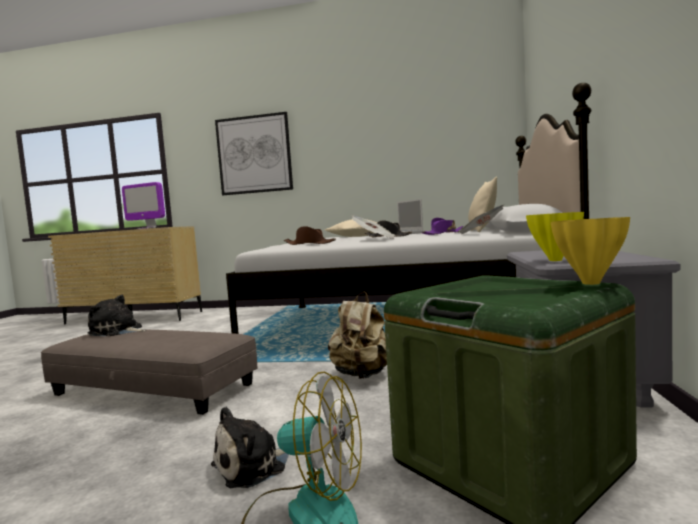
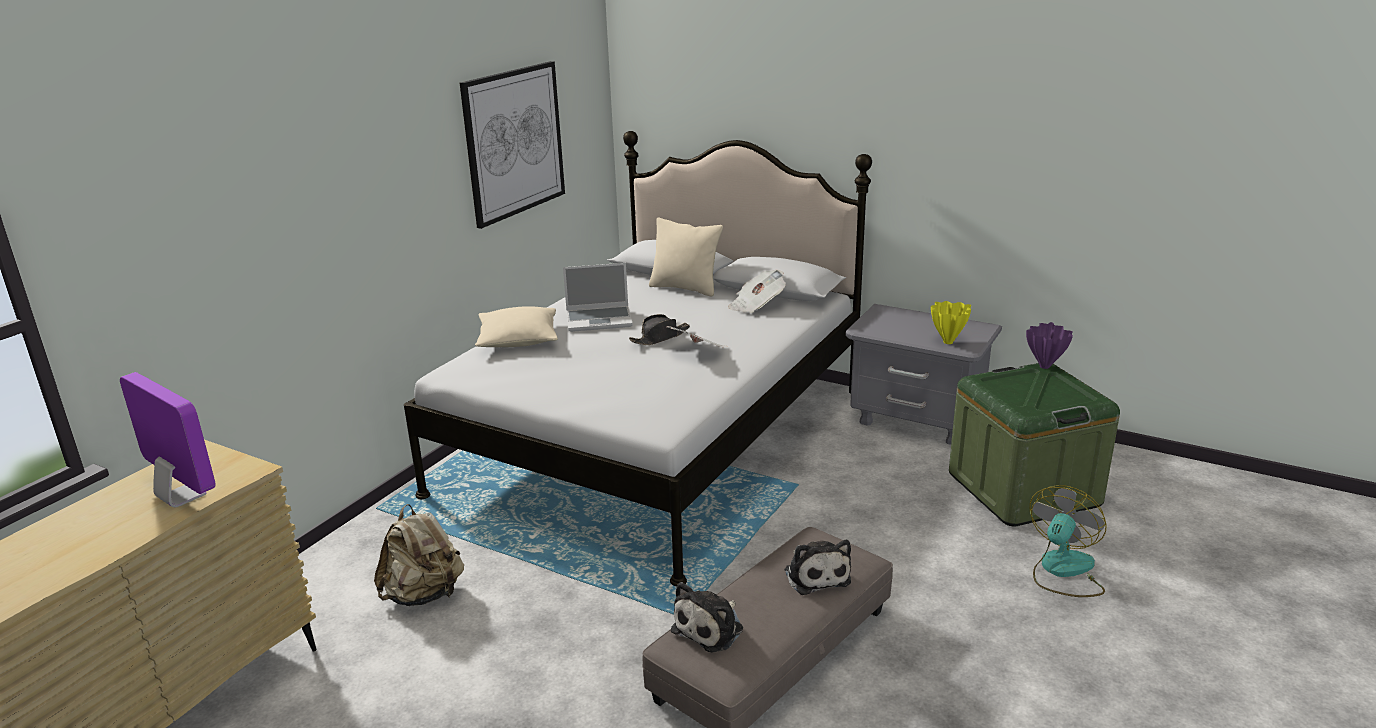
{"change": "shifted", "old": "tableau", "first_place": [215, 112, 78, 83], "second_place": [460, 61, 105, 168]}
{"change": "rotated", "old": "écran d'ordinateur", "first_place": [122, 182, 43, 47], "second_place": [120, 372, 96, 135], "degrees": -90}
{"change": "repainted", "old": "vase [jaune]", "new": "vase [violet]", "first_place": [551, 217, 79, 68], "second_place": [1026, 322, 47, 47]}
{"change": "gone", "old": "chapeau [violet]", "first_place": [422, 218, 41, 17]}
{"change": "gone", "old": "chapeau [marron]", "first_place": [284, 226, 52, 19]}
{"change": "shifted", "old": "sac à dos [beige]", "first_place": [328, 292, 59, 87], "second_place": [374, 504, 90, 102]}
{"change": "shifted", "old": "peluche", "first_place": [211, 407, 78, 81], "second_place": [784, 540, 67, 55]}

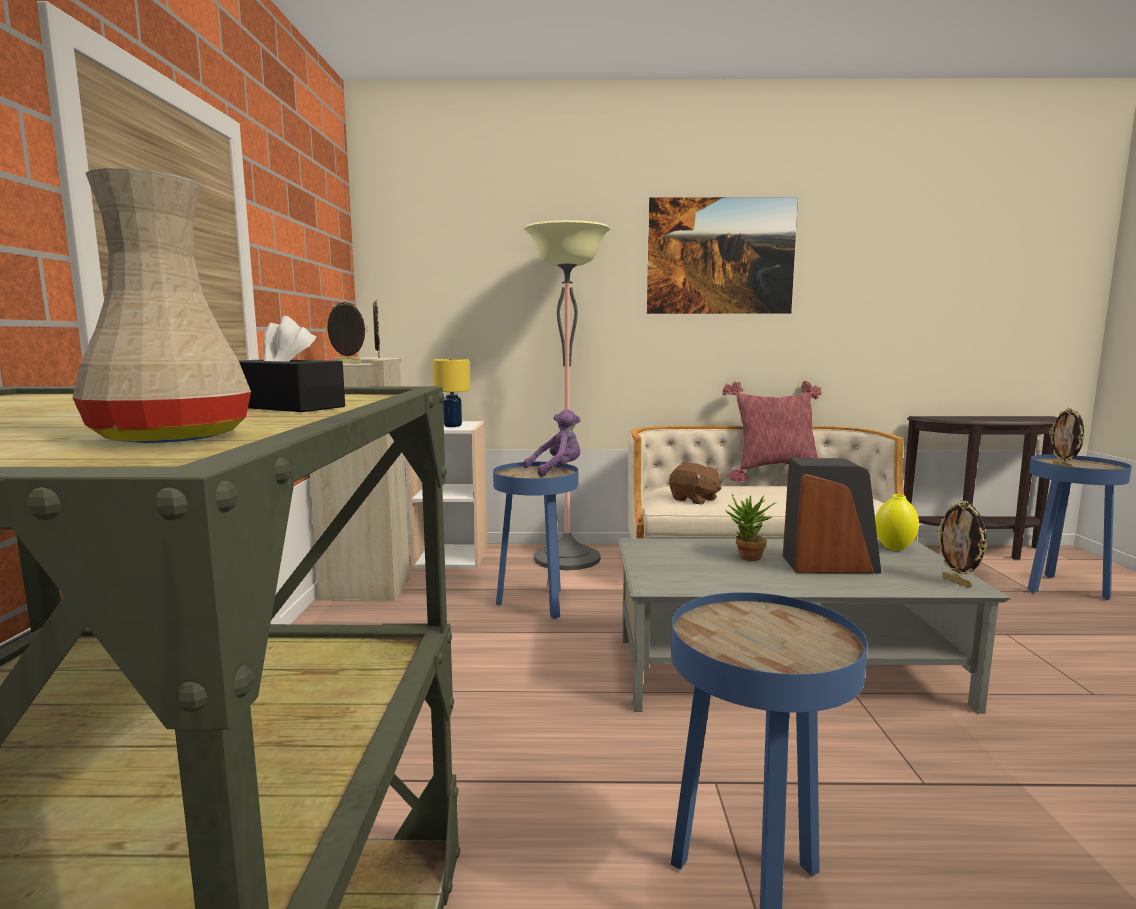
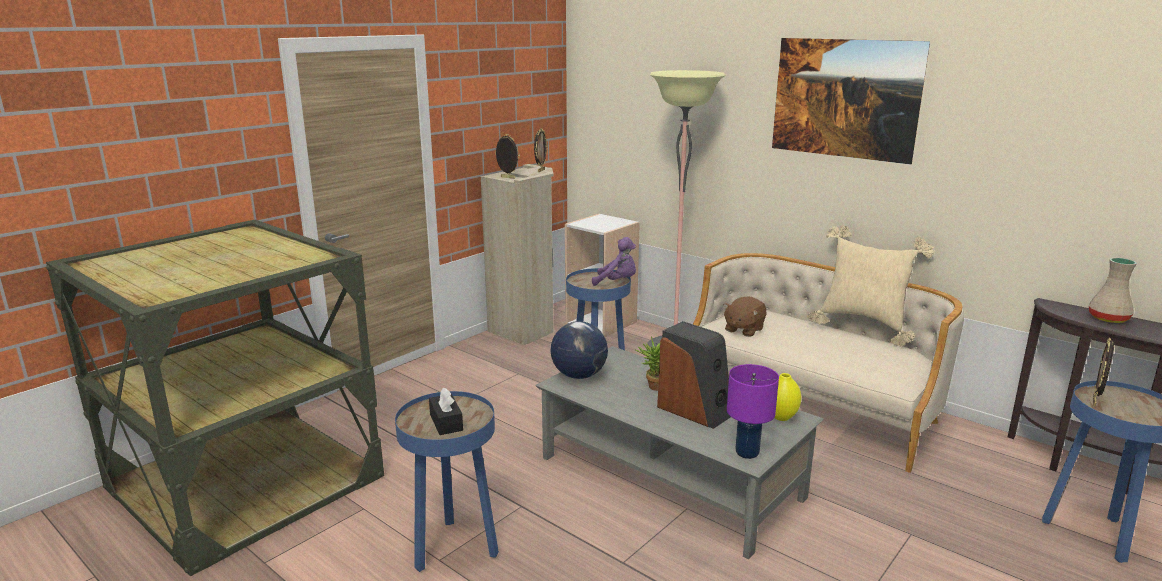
{"change": "shifted", "old": "vase [beige]", "first_place": [72, 168, 179, 275], "second_place": [1089, 258, 48, 65]}
{"change": "shifted", "old": "boîte à mouchoirs [noir]", "first_place": [238, 316, 107, 96], "second_place": [429, 388, 34, 47]}
{"change": "gone", "old": "lampe de table [jaune]", "first_place": [433, 358, 37, 69]}
{"change": "repainted", "old": "coussin [rouge]", "new": "coussin [beige]", "first_place": [722, 380, 100, 102], "second_place": [807, 225, 128, 123]}
{"change": "rotated", "old": "peluche [marron]", "first_place": [669, 463, 52, 42], "second_place": [723, 297, 43, 40], "degrees": 45}
{"change": "swapped", "old": "cadre photo", "new": "lampe de table [violet]", "first_place": [936, 500, 51, 88], "second_place": [727, 364, 52, 95]}
{"change": "new", "new": "globe", "second_place": [551, 321, 57, 58]}

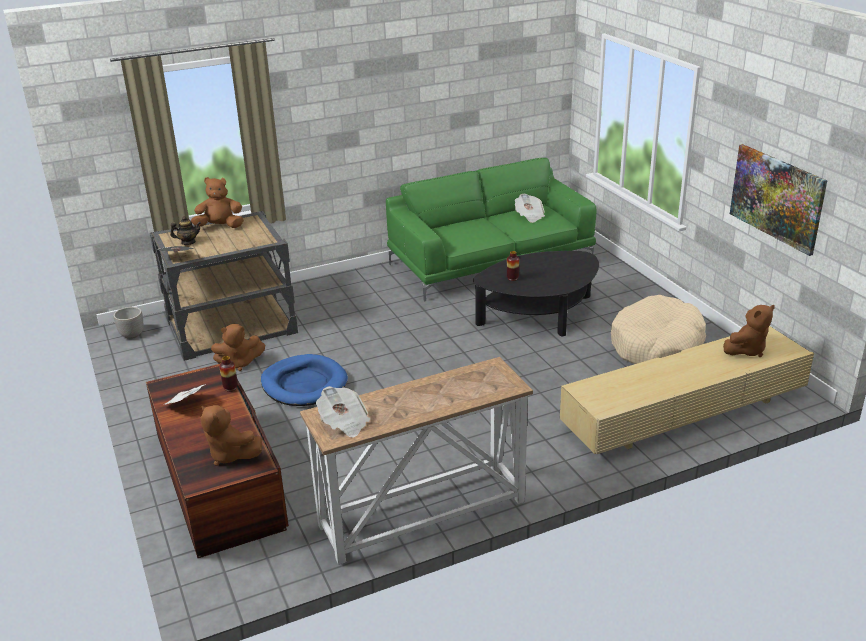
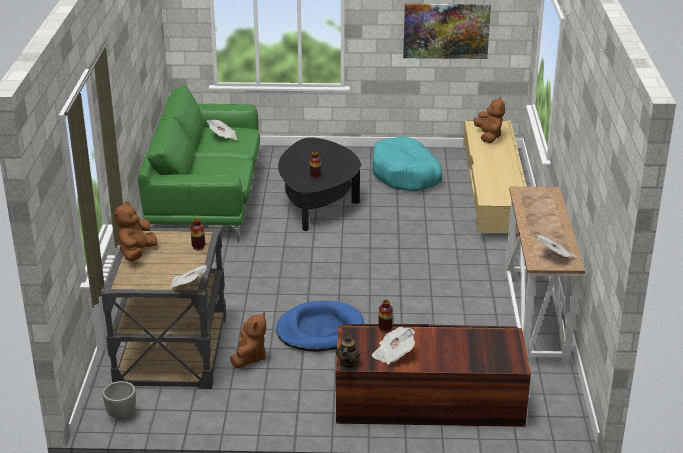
{"change": "shifted", "old": "théière", "first_place": [170, 216, 31, 29], "second_place": [336, 334, 24, 34]}
{"change": "repainted", "old": "panier pour chien [beige]", "new": "panier pour chien [turquoise]", "first_place": [611, 295, 95, 69], "second_place": [373, 136, 69, 55]}
{"change": "gone", "old": "peluche [marron]", "first_place": [201, 405, 61, 61]}
{"change": "new", "new": "vase", "second_place": [190, 218, 15, 32]}

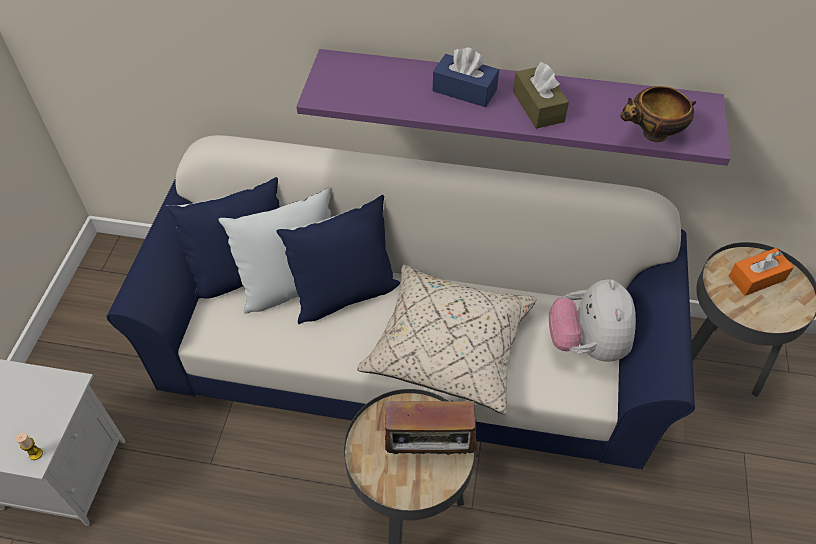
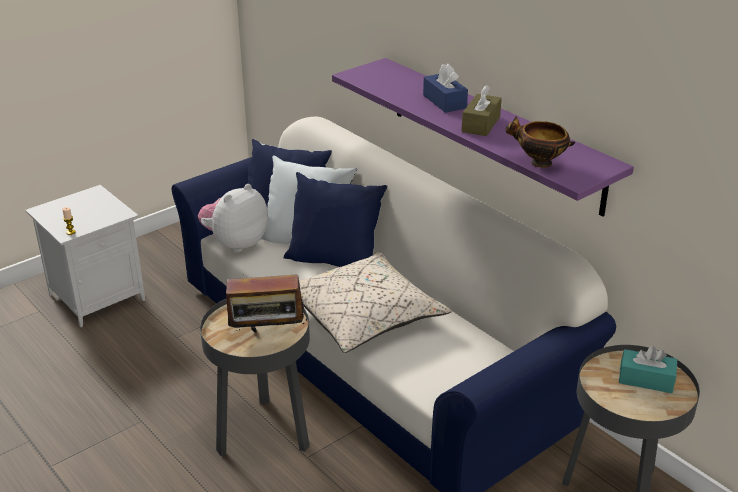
{"change": "repainted", "old": "boîte à mouchoirs [orange]", "new": "boîte à mouchoirs [turquoise]", "first_place": [728, 248, 66, 48], "second_place": [619, 346, 58, 47]}
{"change": "shifted", "old": "peluche", "first_place": [549, 279, 87, 83], "second_place": [198, 184, 70, 69]}
{"change": "rotated", "old": "radio", "first_place": [385, 401, 96, 65], "second_place": [226, 265, 81, 67], "degrees": -45}

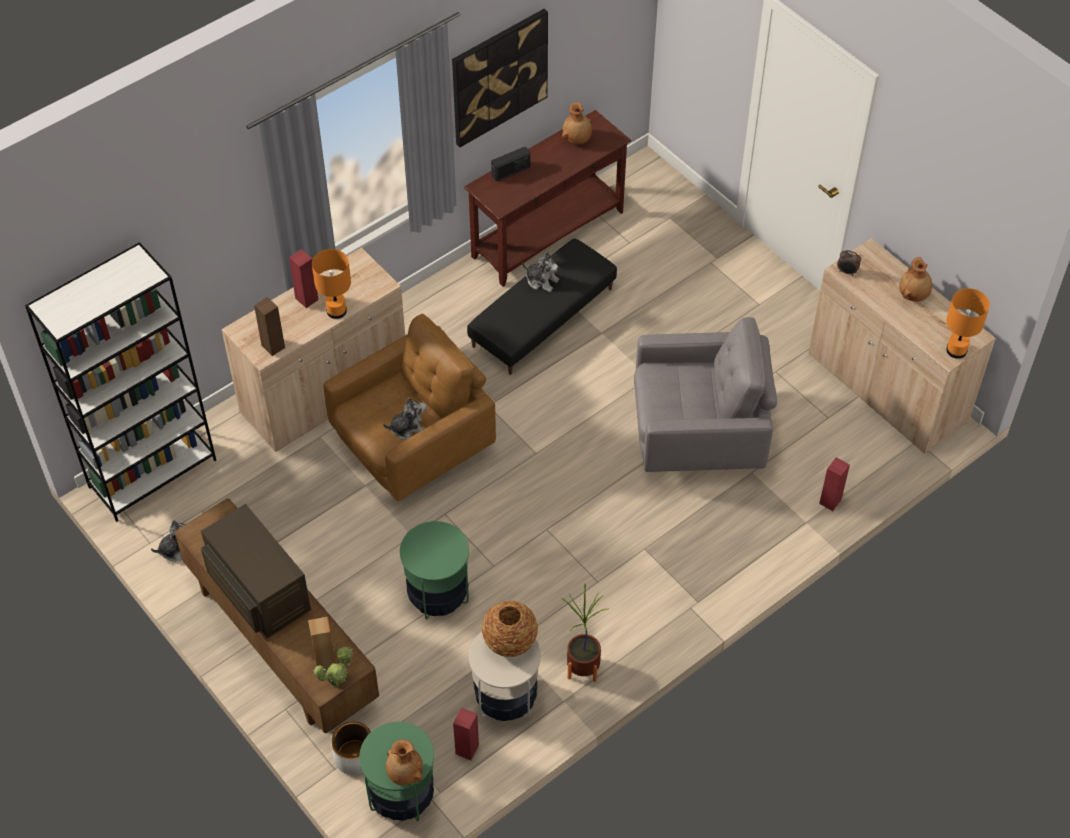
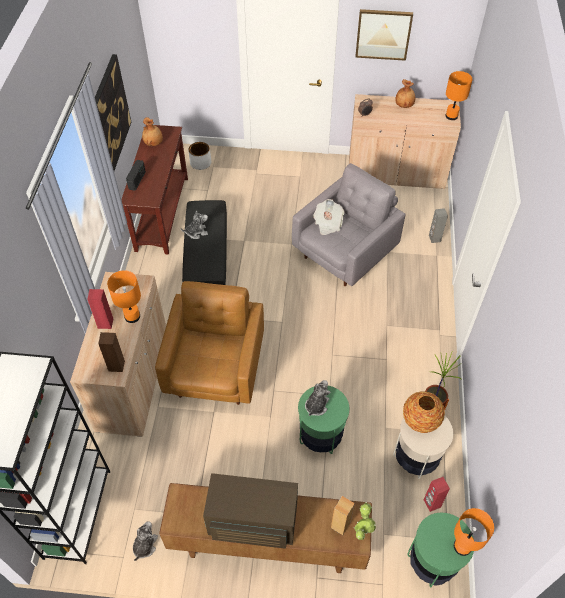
{"change": "shifted", "old": "peluche", "first_place": [383, 397, 44, 43], "second_place": [305, 380, 26, 36]}
{"change": "repainted", "old": "enceinte [rouge]", "new": "enceinte [gris]", "first_place": [819, 457, 31, 54], "second_place": [429, 208, 19, 35]}
{"change": "shifted", "old": "cache-pot [blanc]", "first_place": [331, 721, 40, 54], "second_place": [188, 142, 23, 28]}
{"change": "swapped", "old": "vase [marron]", "new": "lampe de table [orange]", "first_place": [386, 739, 37, 46], "second_place": [454, 508, 40, 48]}
{"change": "new", "new": "tableau", "second_place": [355, 9, 58, 52]}
{"change": "new", "new": "journal", "second_place": [313, 199, 31, 36]}

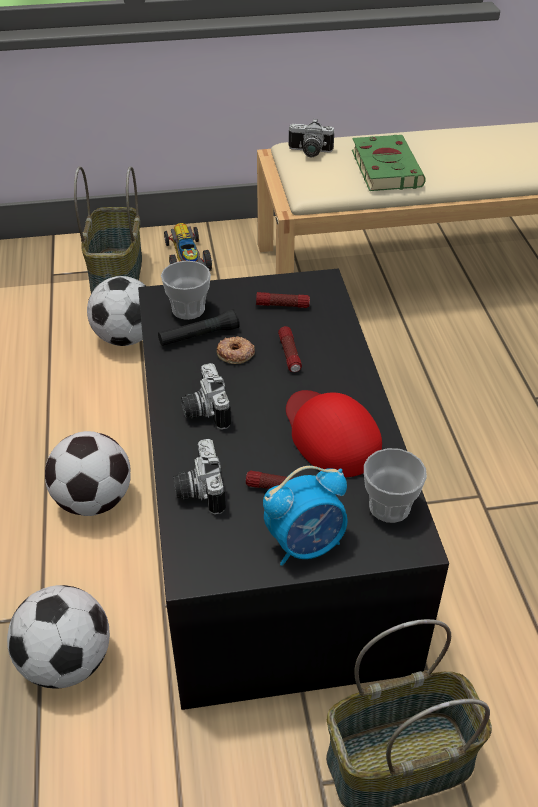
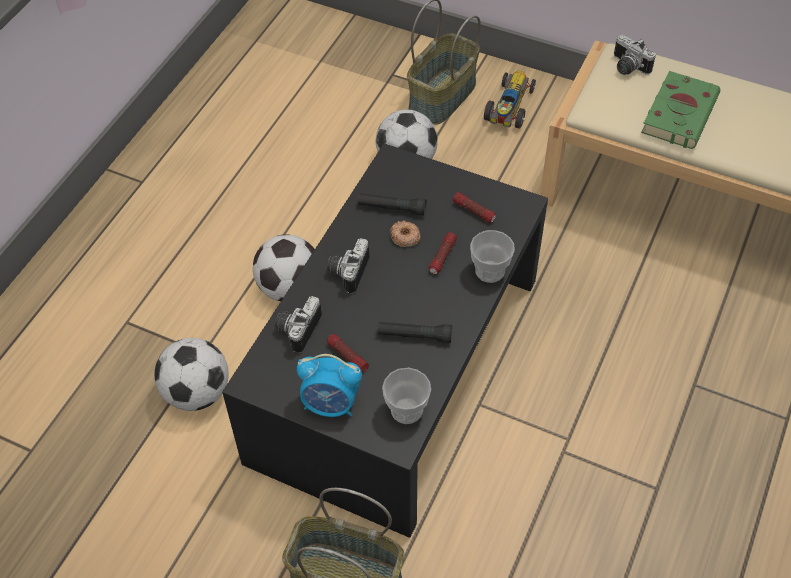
{"change": "shifted", "old": "tasse", "first_place": [161, 261, 50, 59], "second_place": [470, 230, 45, 53]}
{"change": "swapped", "old": "casquette [rouge]", "new": "lampe de poche [noir]", "first_place": [286, 390, 96, 87], "second_place": [378, 322, 74, 21]}

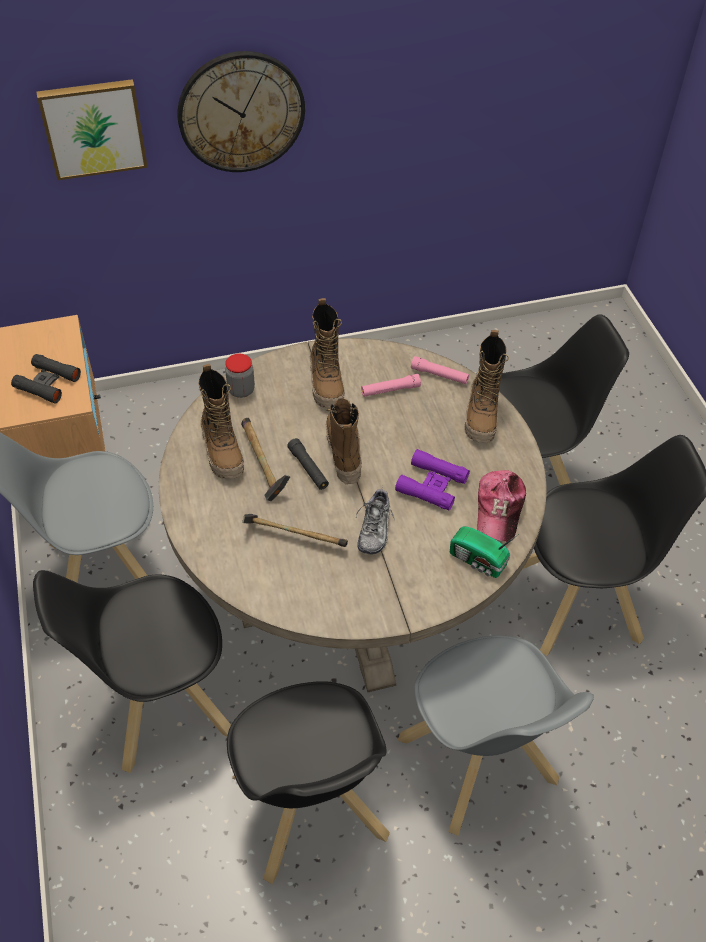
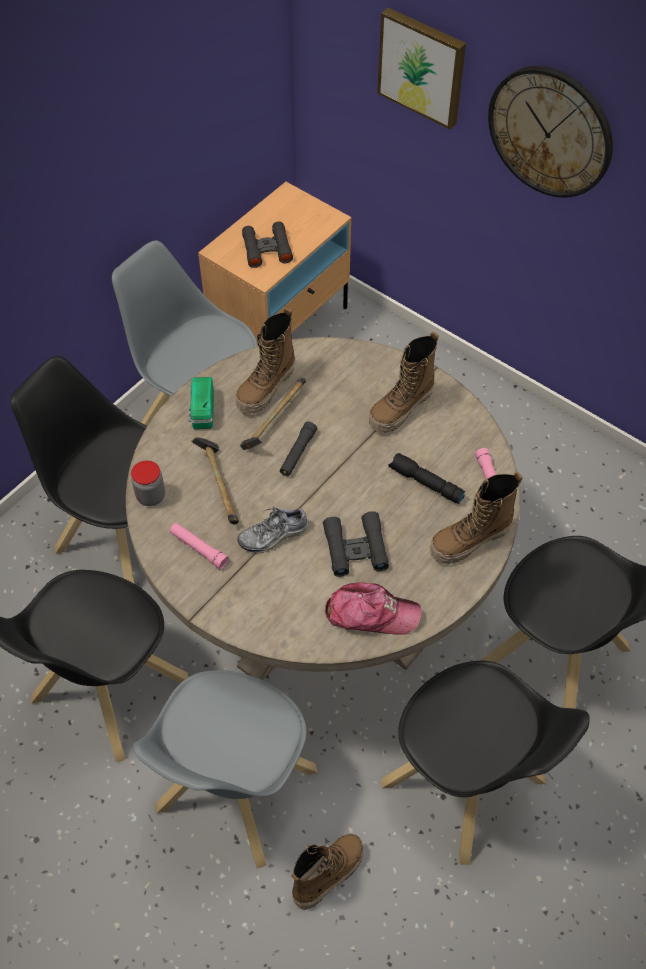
{"change": "shifted", "old": "bocal", "first_place": [225, 354, 30, 44], "second_place": [131, 460, 34, 46]}
{"change": "shifted", "old": "lampe de poche [rose]", "first_place": [361, 374, 60, 23], "second_place": [170, 523, 59, 46]}
{"change": "shifted", "old": "botte", "first_place": [326, 398, 36, 86], "second_place": [291, 834, 72, 76]}
{"change": "repainted", "old": "jumelles [violet]", "new": "jumelles [noir]", "first_place": [395, 449, 75, 61], "second_place": [323, 511, 66, 66]}
{"change": "rotated", "old": "casquette", "first_place": [477, 470, 49, 72], "second_place": [325, 582, 97, 53], "degrees": -150}
{"change": "shifted", "old": "radio", "first_place": [450, 527, 69, 51], "second_place": [188, 377, 26, 52]}
{"change": "new", "new": "lampe de poche [noir]", "second_place": [388, 453, 77, 51]}

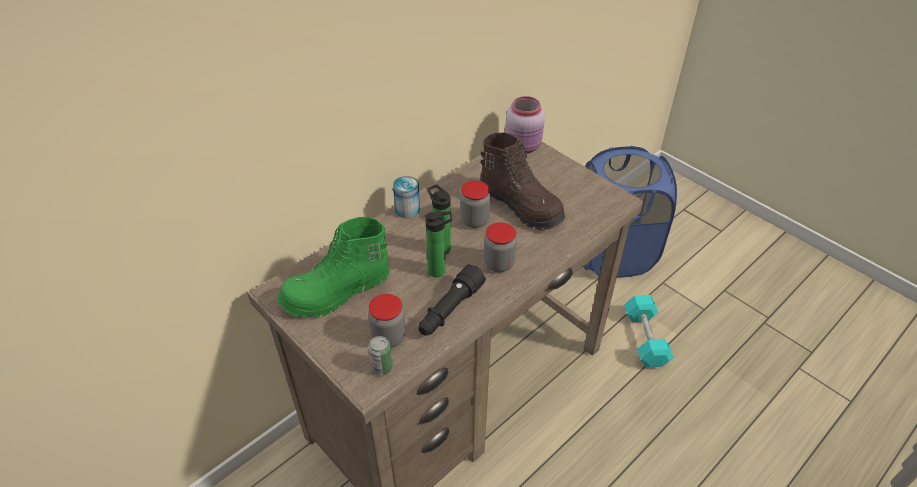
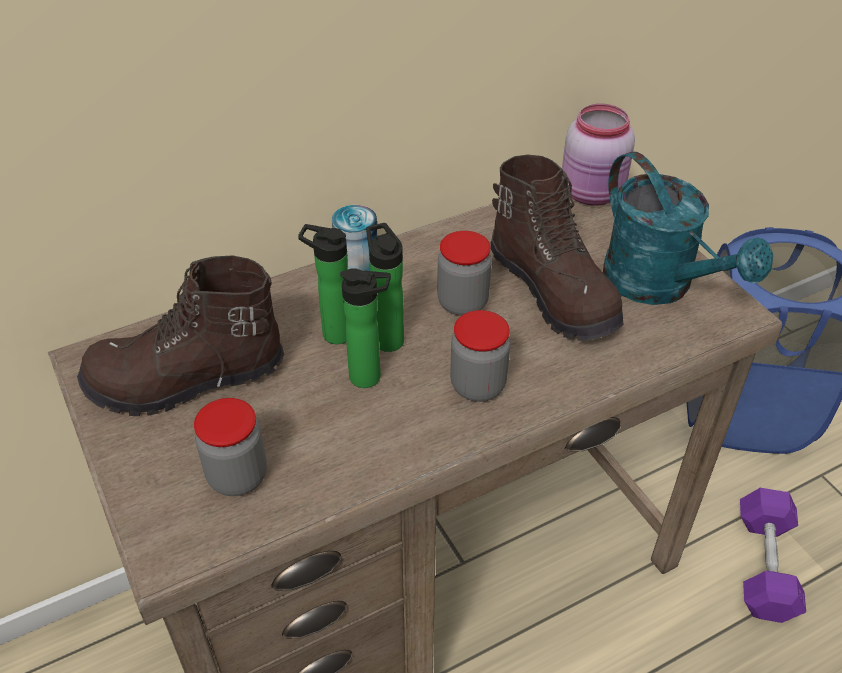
{"change": "repainted", "old": "botte [vert]", "new": "botte [marron]", "first_place": [278, 217, 112, 101], "second_place": [77, 255, 207, 161]}
{"change": "gone", "old": "lampe de poche [noir]", "first_place": [418, 264, 68, 72]}
{"change": "repainted", "old": "haltère [turquoise]", "new": "haltère [violet]", "first_place": [624, 295, 50, 72], "second_place": [740, 488, 66, 135]}
{"change": "gone", "old": "boîte métallique", "first_place": [368, 336, 25, 39]}
{"change": "new", "new": "arrosoir [turquoise]", "second_place": [603, 152, 170, 153]}
{"change": "new", "new": "bouteille", "second_place": [298, 224, 50, 120]}

